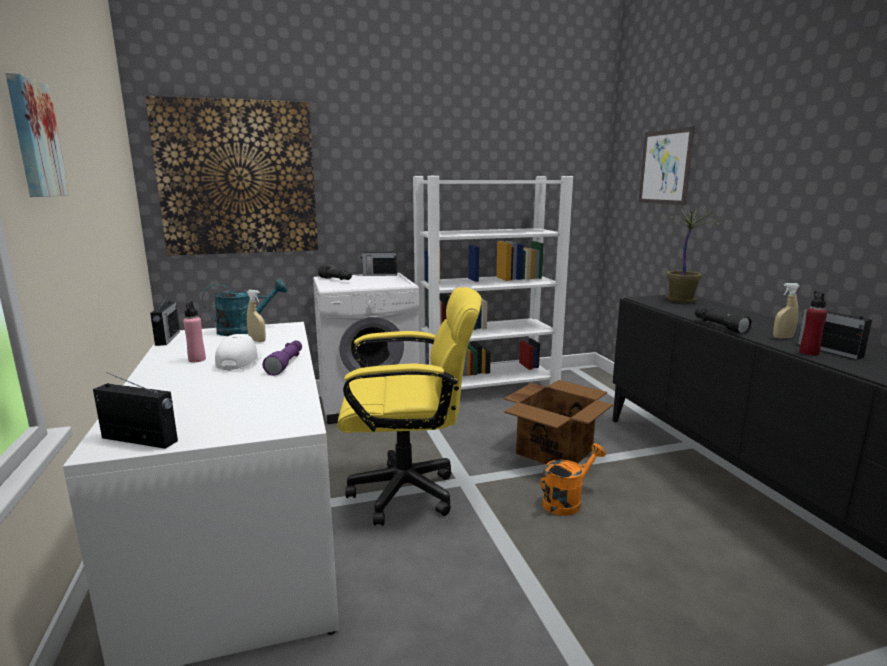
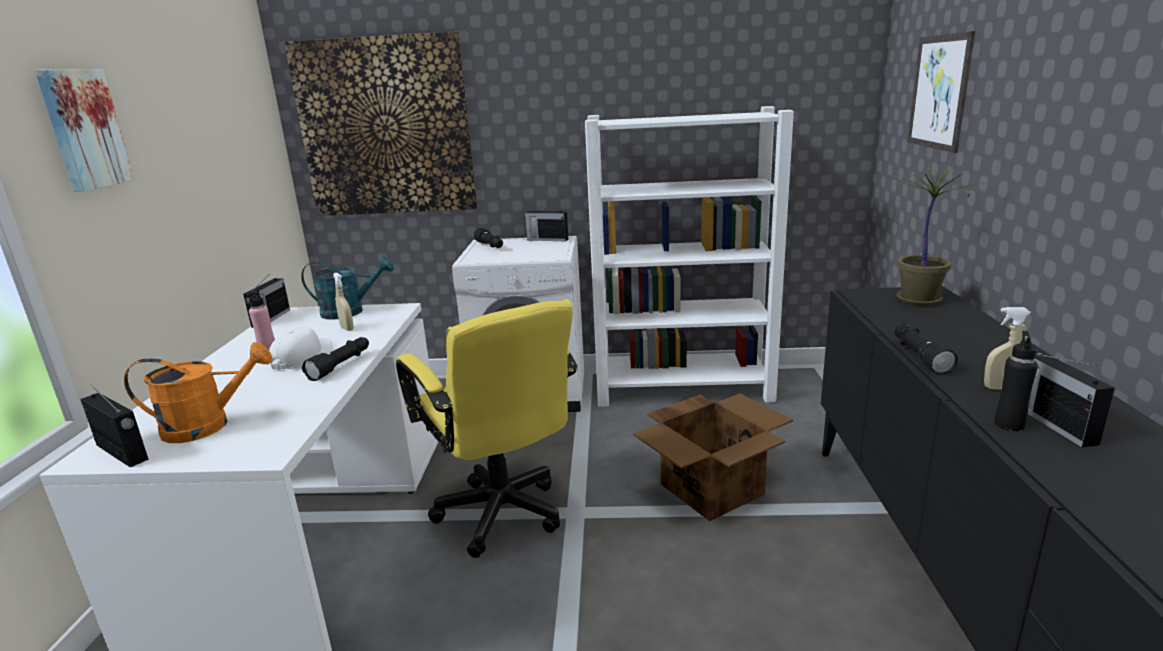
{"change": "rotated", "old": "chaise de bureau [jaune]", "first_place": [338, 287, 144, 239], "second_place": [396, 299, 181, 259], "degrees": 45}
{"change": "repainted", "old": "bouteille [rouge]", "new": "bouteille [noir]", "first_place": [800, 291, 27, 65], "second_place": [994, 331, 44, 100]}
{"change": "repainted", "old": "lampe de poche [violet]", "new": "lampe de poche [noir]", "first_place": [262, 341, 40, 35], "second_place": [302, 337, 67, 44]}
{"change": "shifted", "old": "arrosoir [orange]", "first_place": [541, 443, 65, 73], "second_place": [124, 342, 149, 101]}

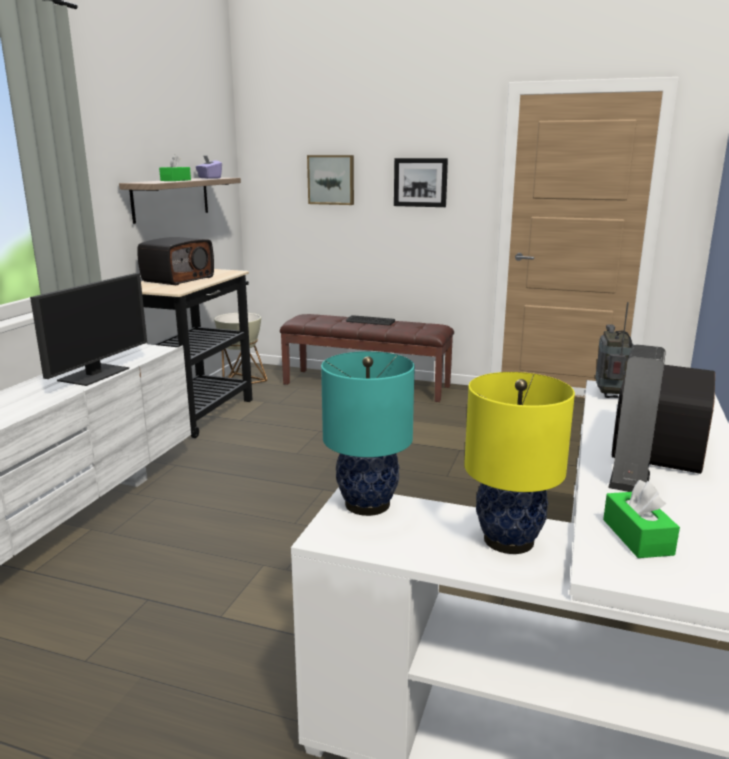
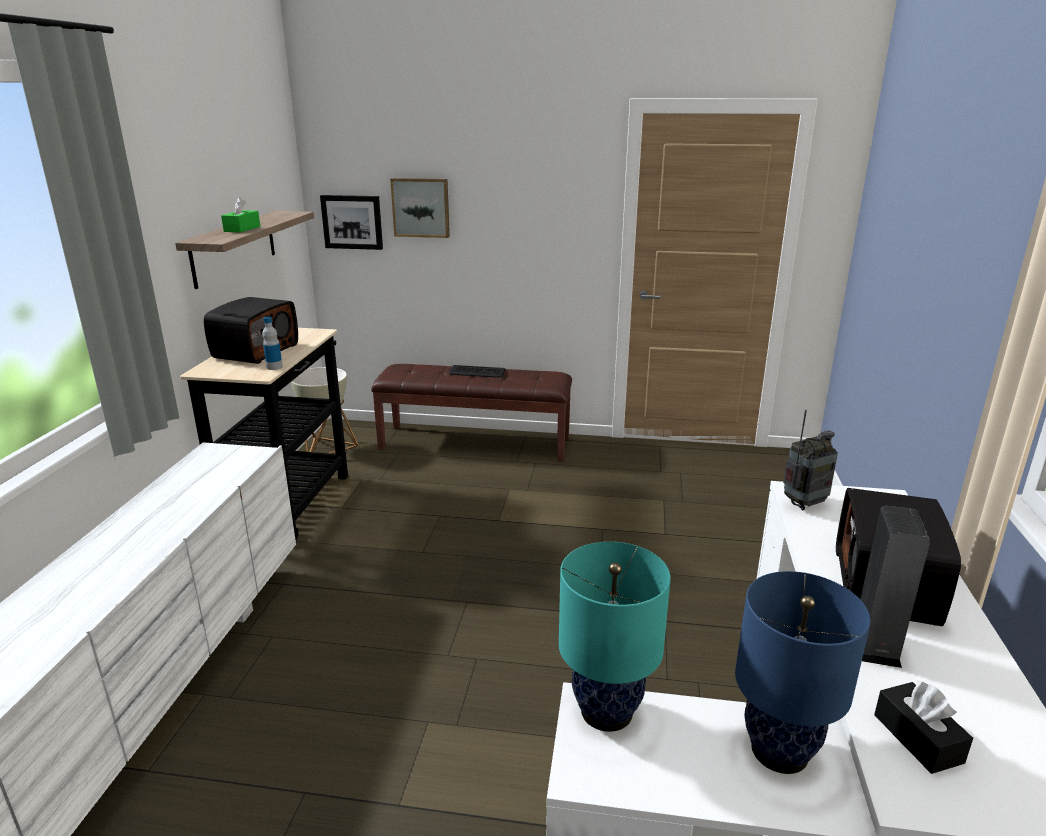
{"change": "gone", "old": "boîte à mouchoirs [violet]", "first_place": [196, 156, 26, 23]}
{"change": "shifted", "old": "tableau", "first_place": [394, 158, 54, 49], "second_place": [320, 195, 63, 55]}
{"change": "gone", "old": "écran d'ordinateur", "first_place": [30, 273, 117, 113]}
{"change": "rotated", "old": "radio", "first_place": [596, 302, 37, 96], "second_place": [783, 410, 55, 100], "degrees": 60}
{"change": "repainted", "old": "lampe de table [jaune]", "new": "lampe de table [bleu]", "first_place": [464, 372, 111, 182], "second_place": [735, 571, 135, 203]}
{"change": "repainted", "old": "boîte à mouchoirs [vert]", "new": "boîte à mouchoirs [noir]", "first_place": [603, 480, 77, 78], "second_place": [874, 681, 99, 93]}
{"change": "new", "new": "bouteille", "second_place": [262, 317, 21, 53]}

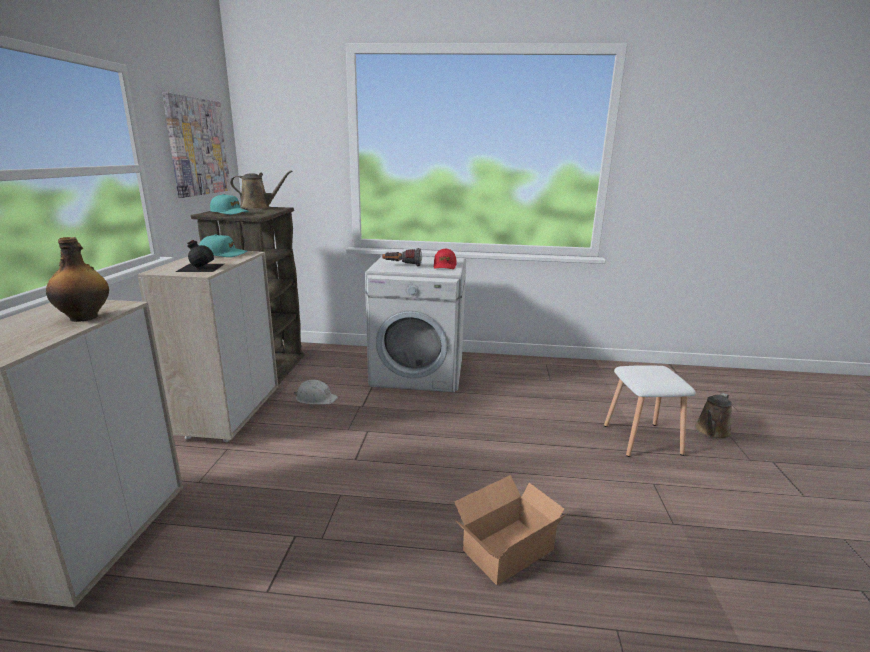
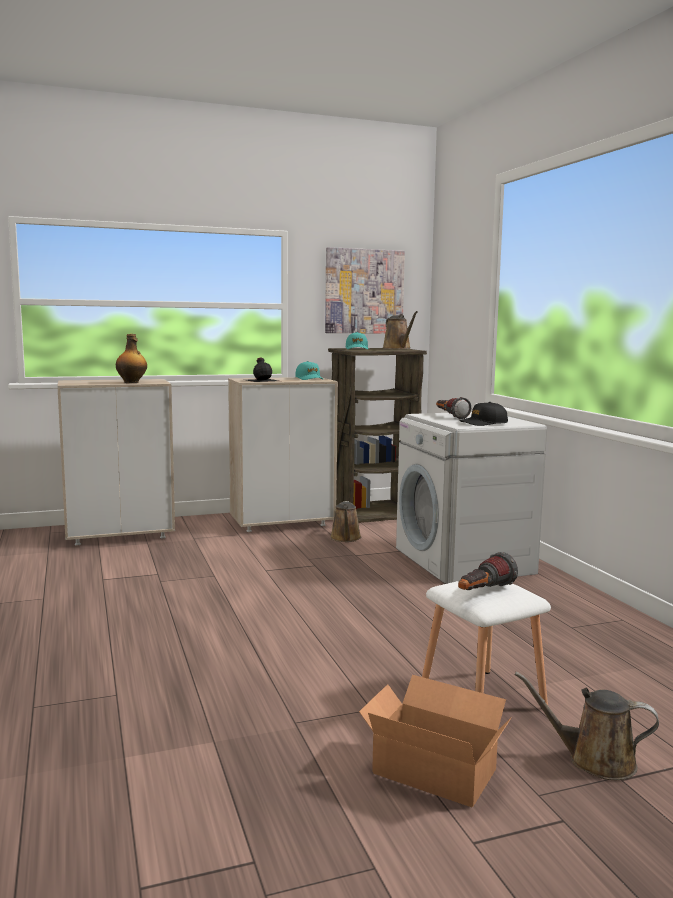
{"change": "repainted", "old": "casquette [rouge]", "new": "casquette [noir]", "first_place": [434, 248, 22, 21], "second_place": [460, 402, 48, 24]}
{"change": "swapped", "old": "casque de chantier [blanc]", "new": "arrosoir [marron]", "first_place": [294, 380, 44, 25], "second_place": [330, 501, 32, 41]}
{"change": "shifted", "old": "carton", "first_place": [454, 475, 112, 110], "second_place": [359, 675, 153, 132]}
{"change": "new", "new": "lampe de poche", "second_place": [458, 552, 60, 38]}

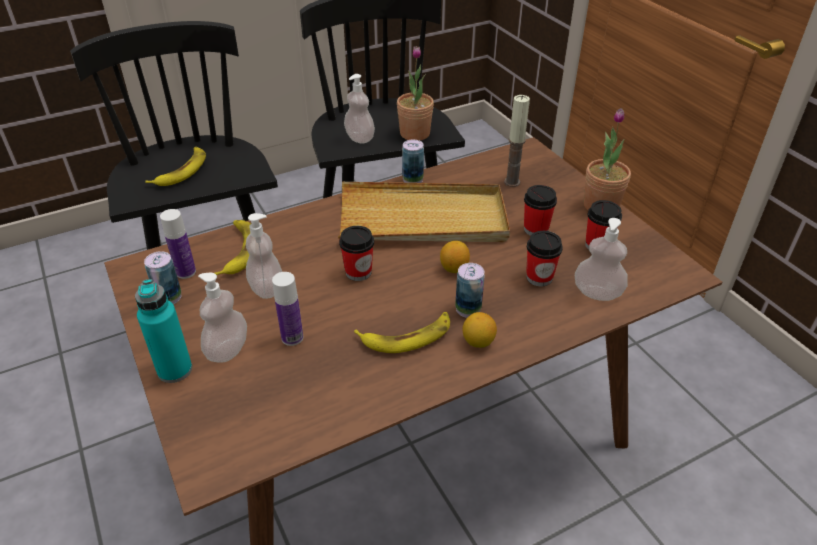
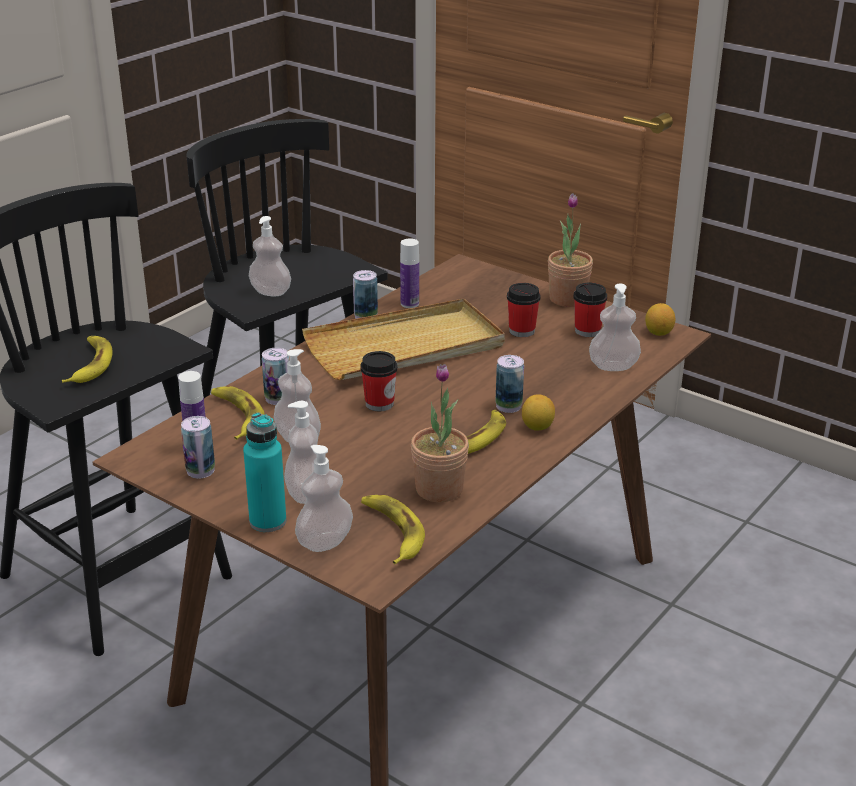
{"change": "shifted", "old": "plante en pot", "first_place": [397, 46, 37, 95], "second_place": [411, 364, 58, 138]}
{"change": "gone", "old": "bougie", "first_place": [504, 95, 26, 92]}
{"change": "gone", "old": "tasse", "first_place": [526, 231, 37, 55]}
{"change": "shifted", "old": "citron", "first_place": [440, 241, 30, 32], "second_place": [645, 303, 30, 33]}
{"change": "shifted", "old": "bouteille", "first_place": [272, 272, 31, 74], "second_place": [400, 238, 19, 70]}
{"change": "new", "new": "boîte métallique", "second_place": [262, 348, 27, 57]}
{"change": "new", "new": "distributeur de savon", "second_place": [295, 445, 58, 107]}
{"change": "new", "new": "banane", "second_place": [361, 495, 64, 69]}

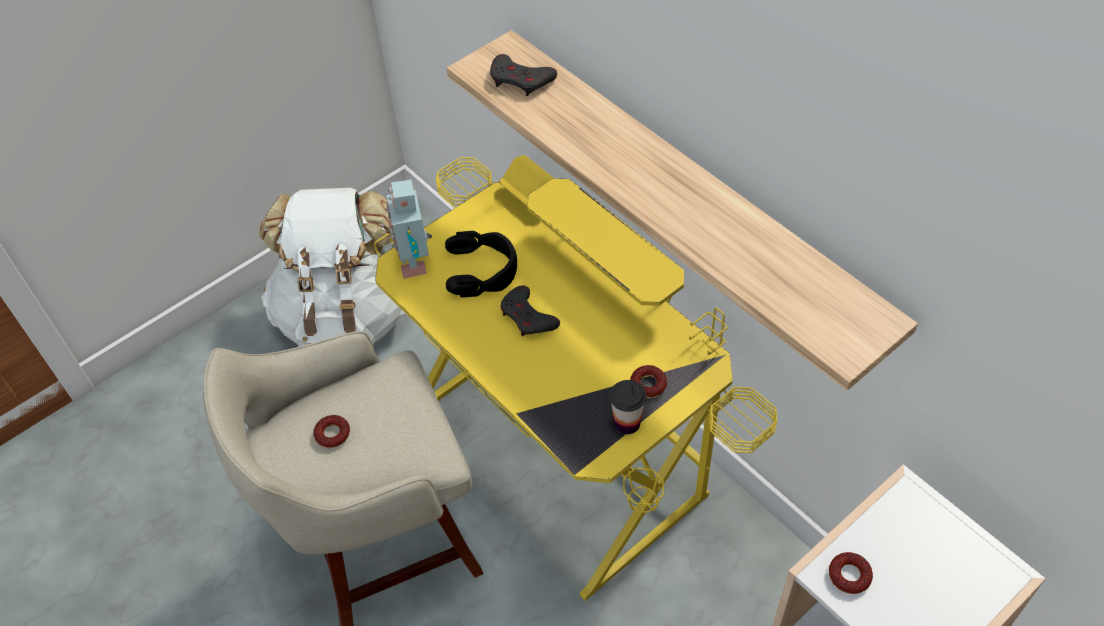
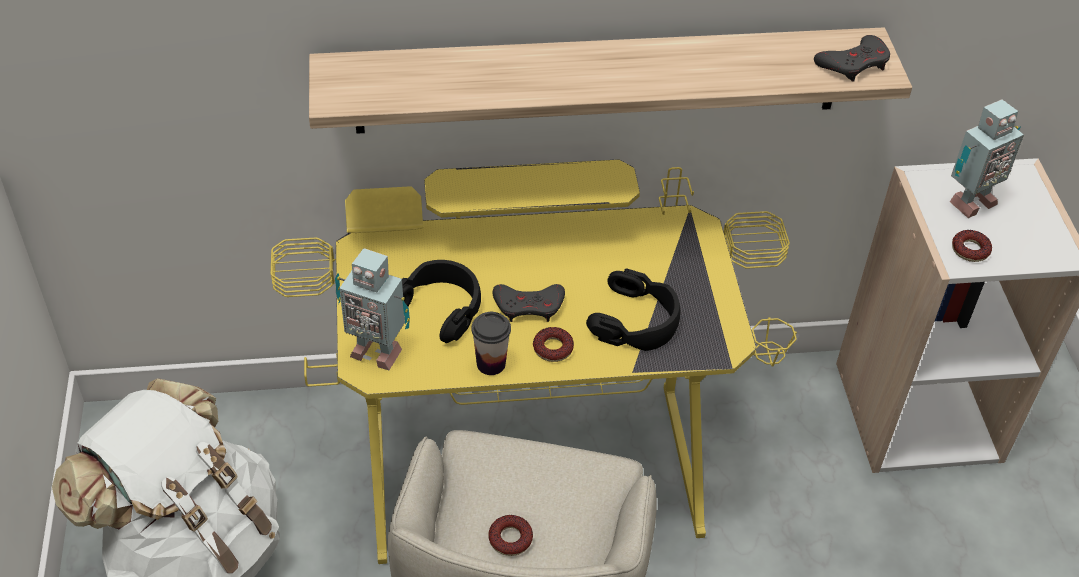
{"change": "shifted", "old": "manette [gris]", "first_place": [490, 54, 67, 42], "second_place": [814, 35, 76, 47]}
{"change": "shifted", "old": "beignet", "first_place": [630, 365, 37, 33], "second_place": [533, 327, 41, 35]}
{"change": "shifted", "old": "tasse", "first_place": [610, 380, 36, 54], "second_place": [471, 312, 40, 63]}
{"change": "new", "new": "robot jouet", "second_place": [950, 100, 74, 118]}
{"change": "new", "new": "casque audio [noir]", "second_place": [586, 269, 94, 82]}

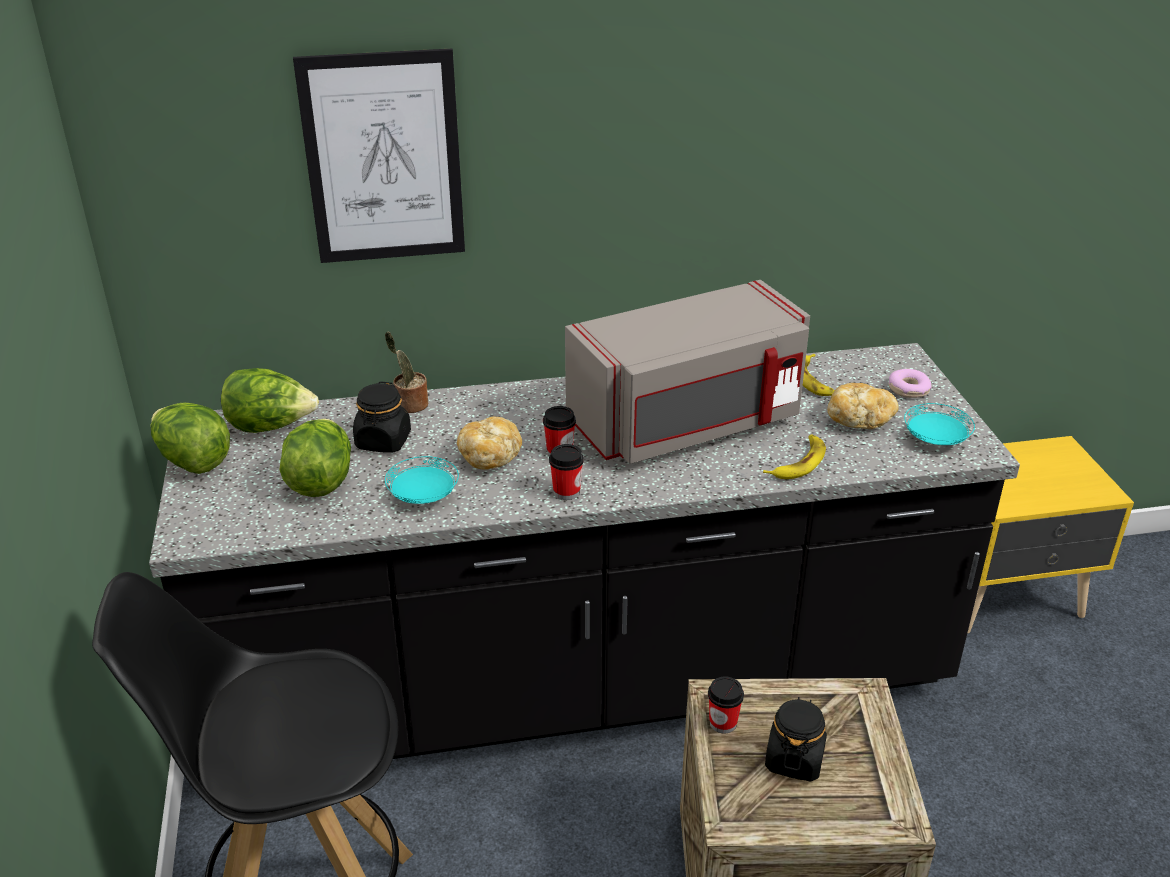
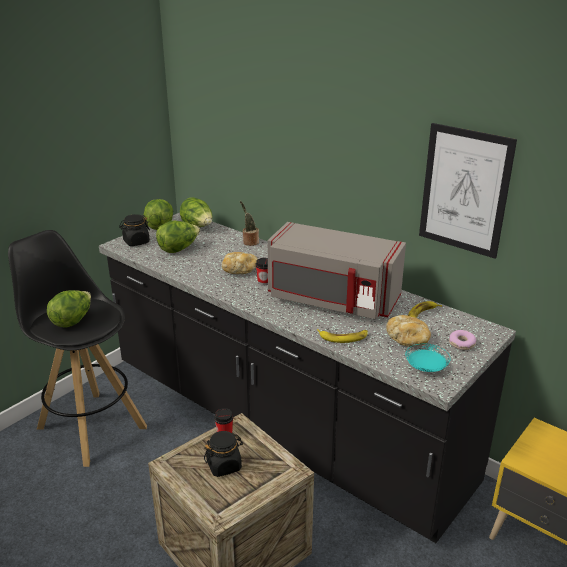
{"change": "shifted", "old": "tableau", "first_place": [293, 49, 172, 214], "second_place": [419, 123, 98, 136]}
{"change": "shifted", "old": "bocal [noir]", "first_place": [353, 381, 58, 72], "second_place": [119, 214, 31, 32]}
{"change": "gone", "old": "tasse", "first_place": [549, 444, 35, 56]}
{"change": "gone", "old": "assiette [turquoise]", "first_place": [385, 456, 74, 48]}
{"change": "new", "new": "laitue", "second_place": [47, 290, 44, 38]}

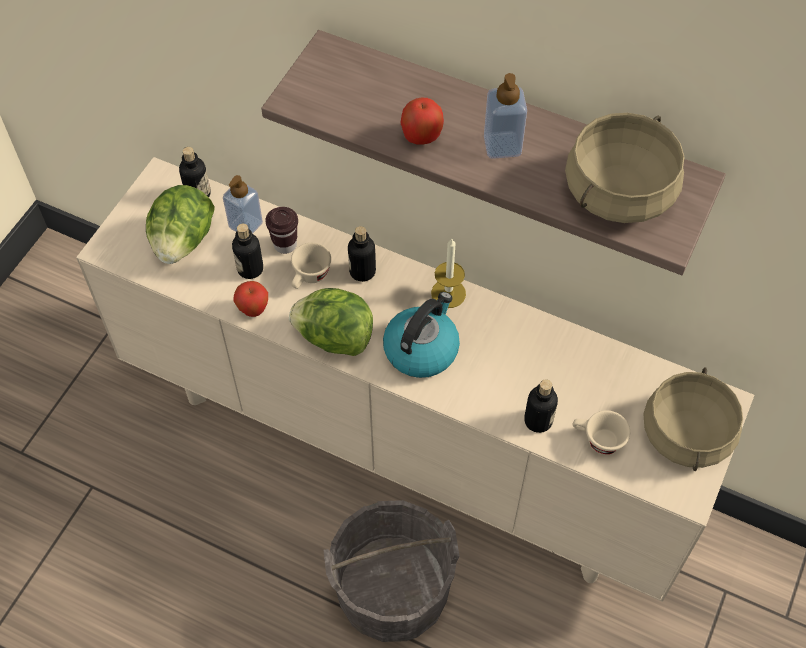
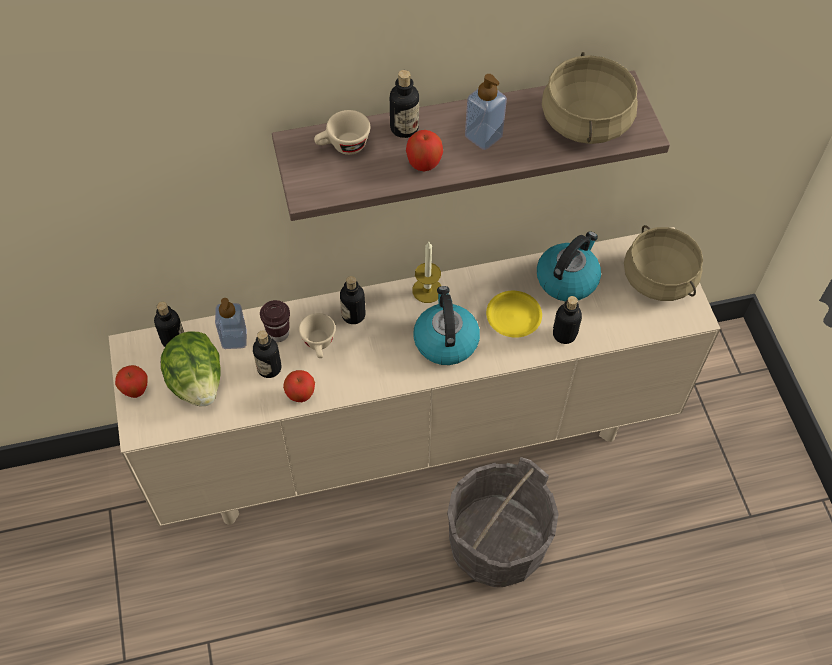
{"change": "gone", "old": "laitue", "first_place": [289, 288, 84, 68]}
{"change": "shifted", "old": "tasse [beige]", "first_place": [572, 410, 58, 45], "second_place": [314, 110, 56, 45]}
{"change": "new", "new": "bouteille", "second_place": [390, 70, 29, 68]}
{"change": "new", "new": "bouilloire", "second_place": [537, 231, 64, 70]}
{"change": "new", "new": "assiette [jaune]", "second_place": [486, 291, 56, 47]}
{"change": "new", "new": "pomme", "second_place": [115, 365, 33, 33]}

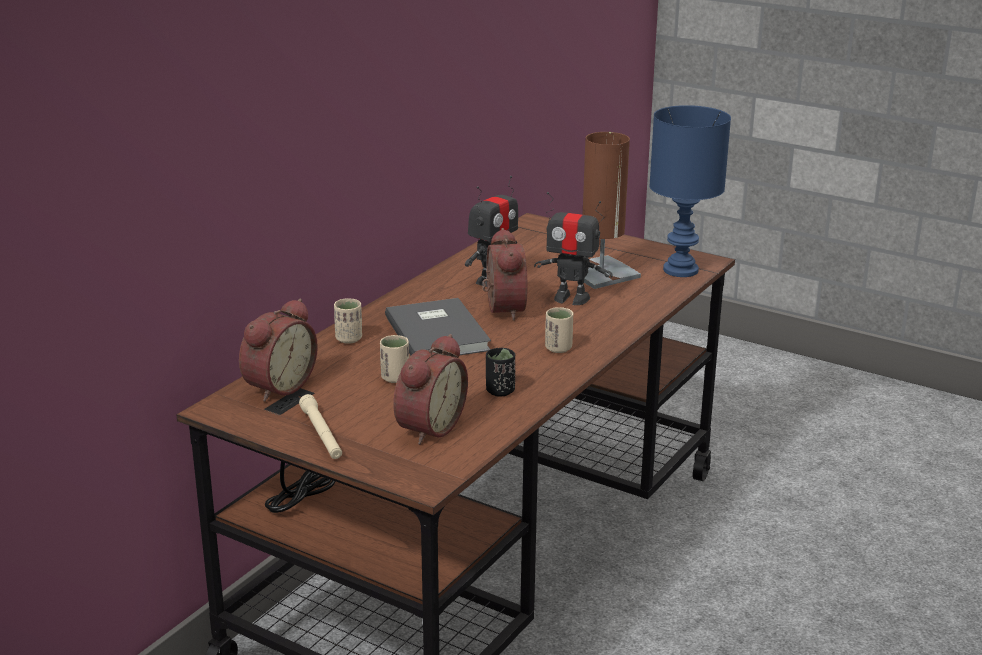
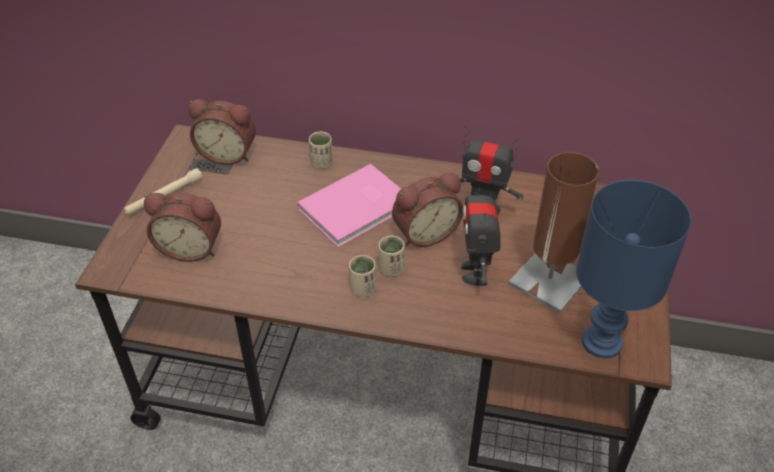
{"change": "repainted", "old": "livre [gris]", "new": "livre [rose]", "first_place": [385, 298, 106, 58], "second_place": [297, 164, 104, 83]}
{"change": "shifted", "old": "tasse [beige]", "first_place": [380, 335, 29, 48], "second_place": [379, 236, 26, 41]}
{"change": "gone", "old": "tasse [noir]", "first_place": [486, 348, 29, 49]}

